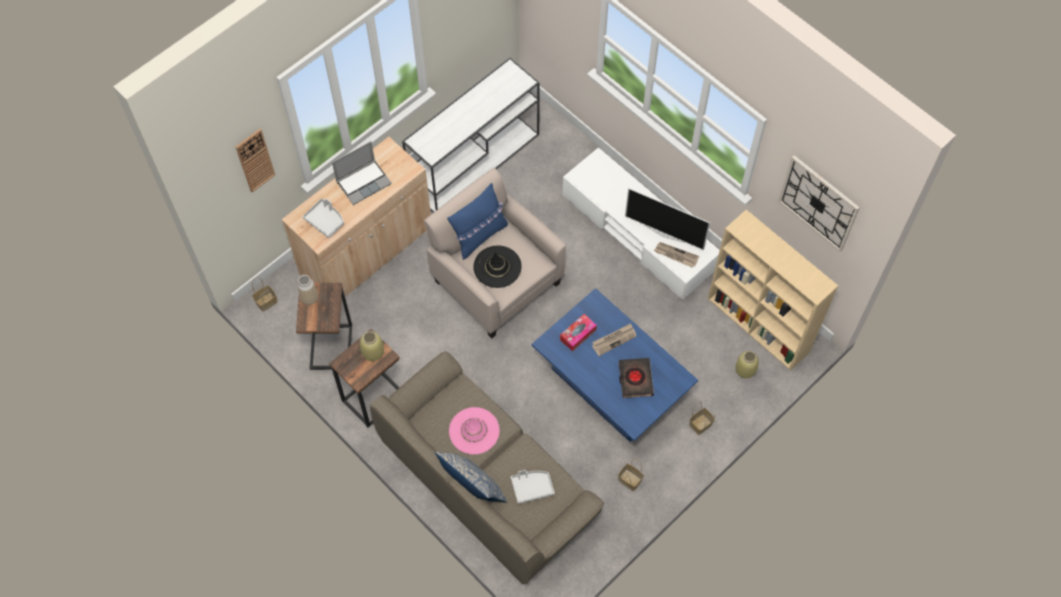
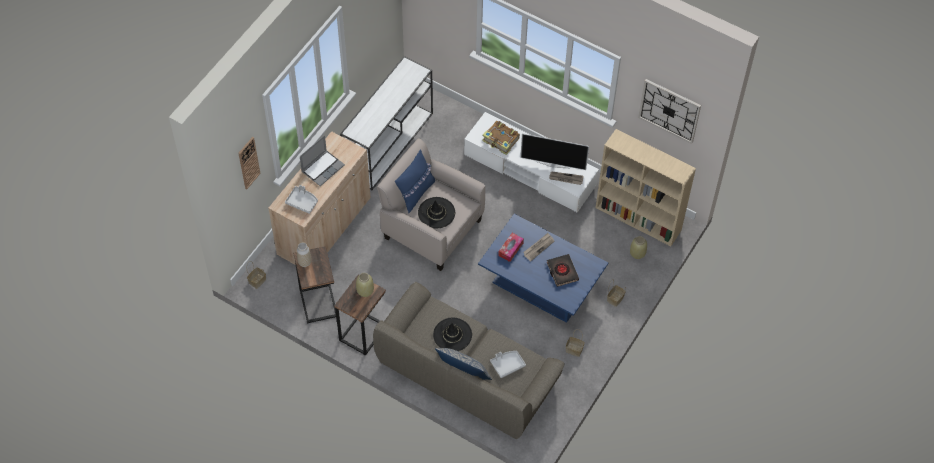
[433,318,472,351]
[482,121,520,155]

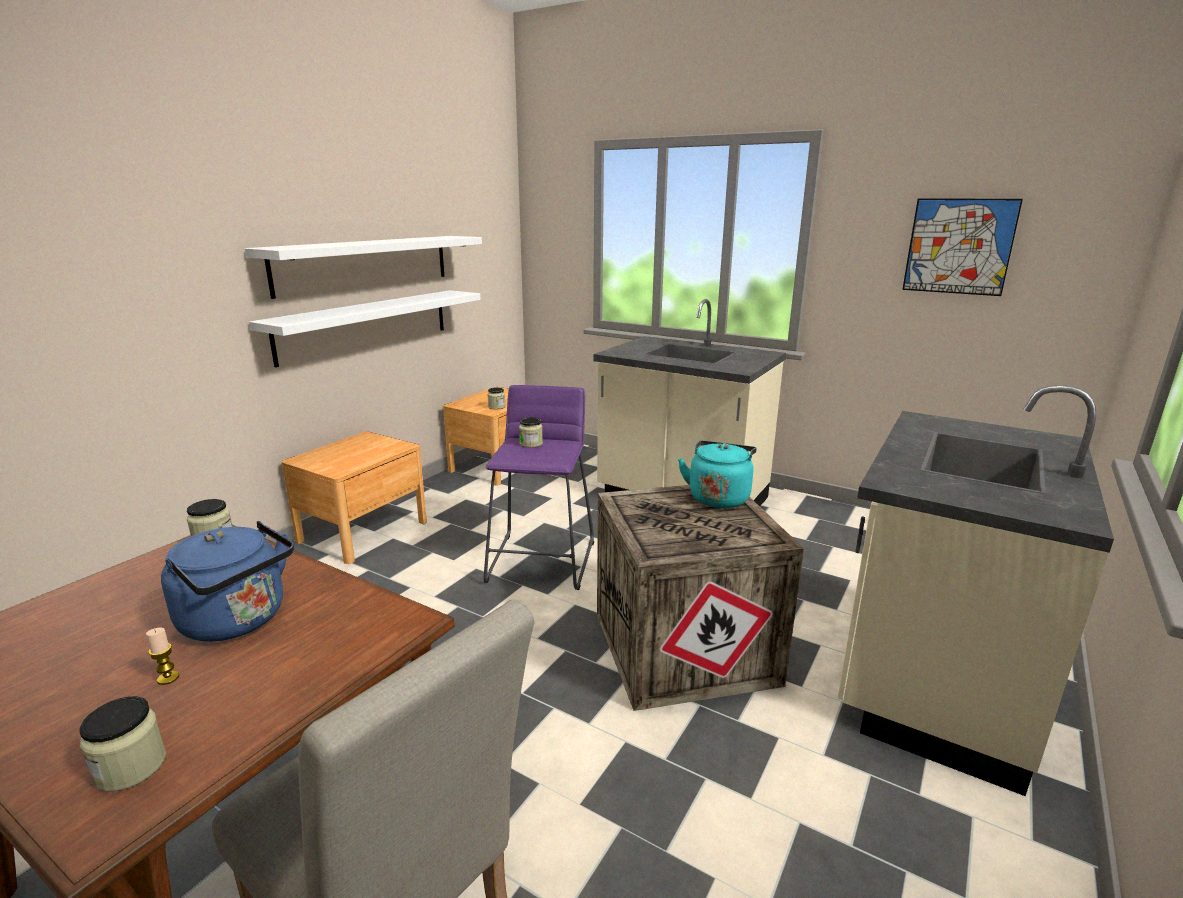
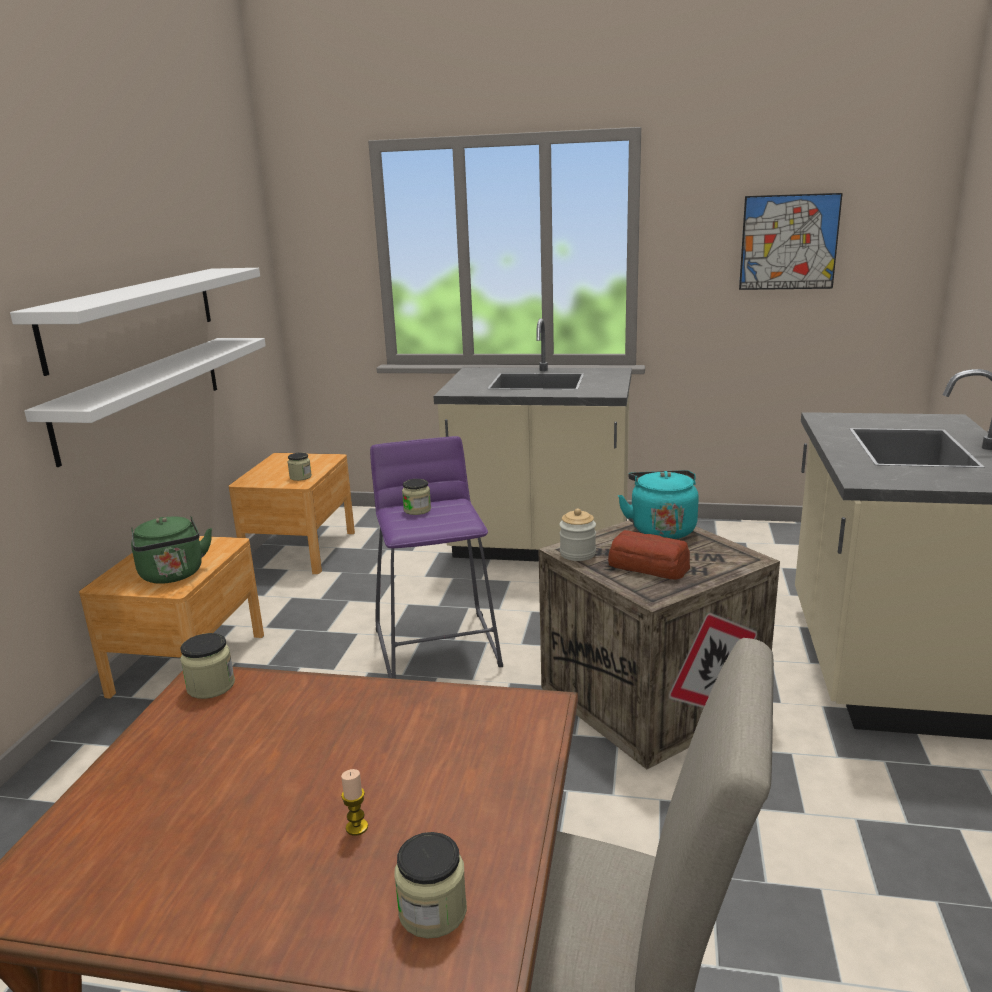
[161,521,294,642] (first image)
[559,508,596,561]
[131,516,212,584]
[608,530,690,580]

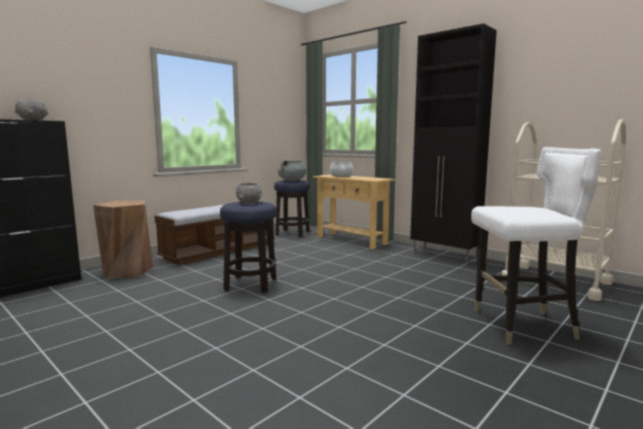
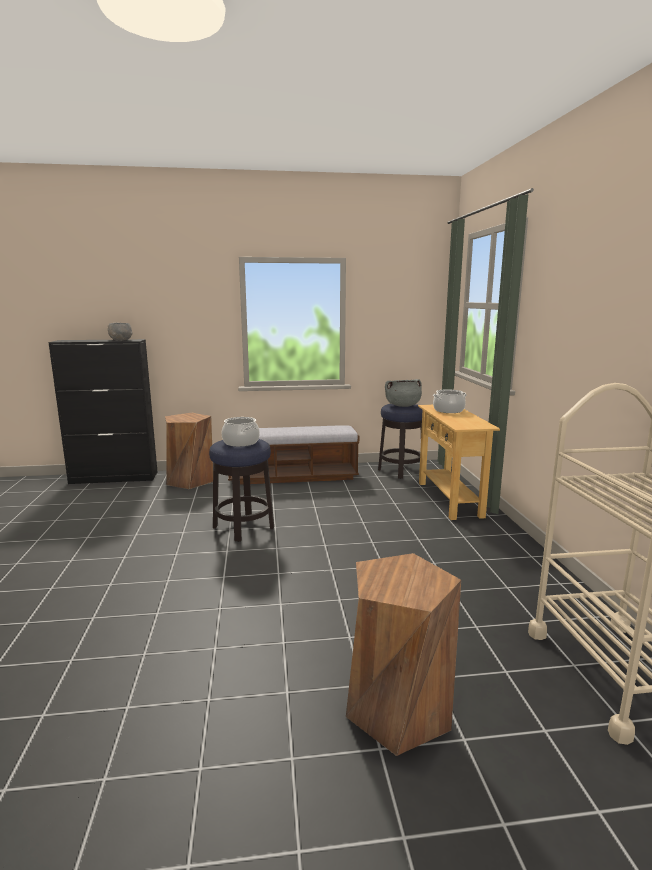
[410,23,497,264] (first image)
[346,553,461,756]
[222,417,260,447]

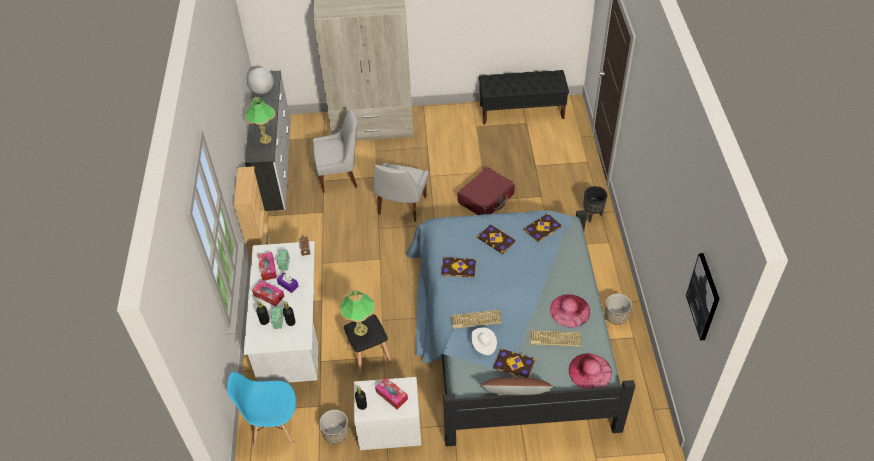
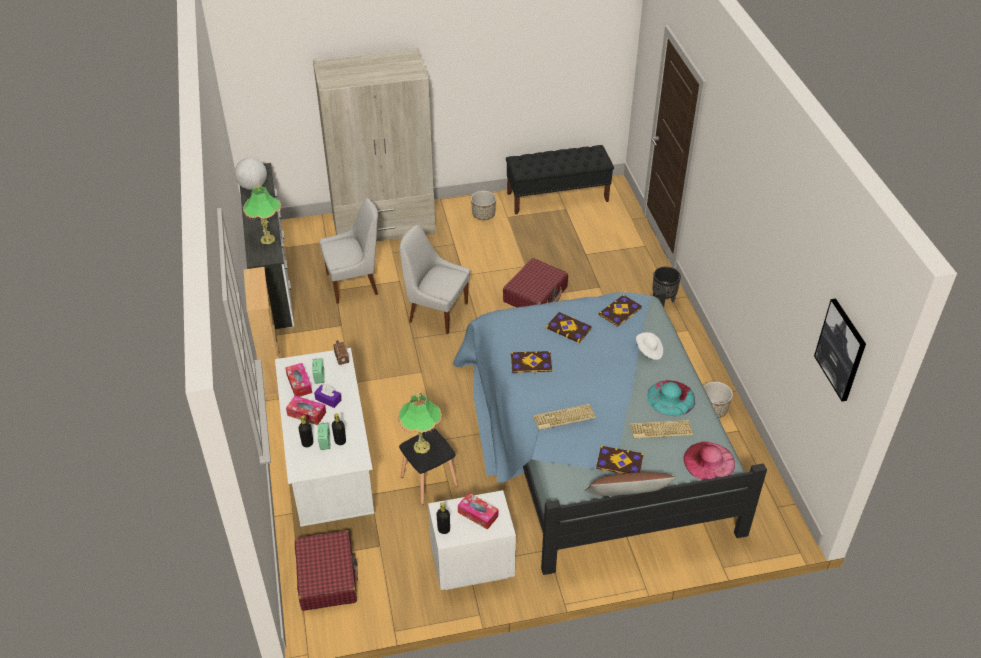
[400,225,470,334]
[647,380,695,416]
[636,332,663,360]
[295,530,358,611]
[471,191,496,220]

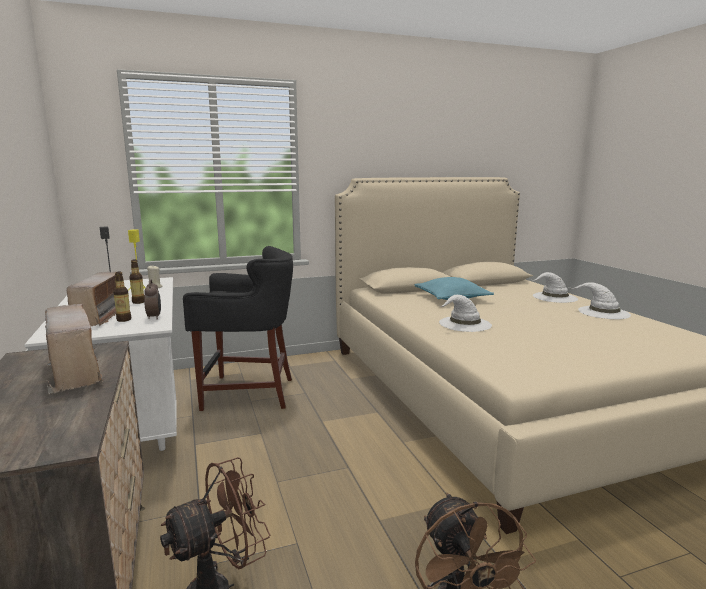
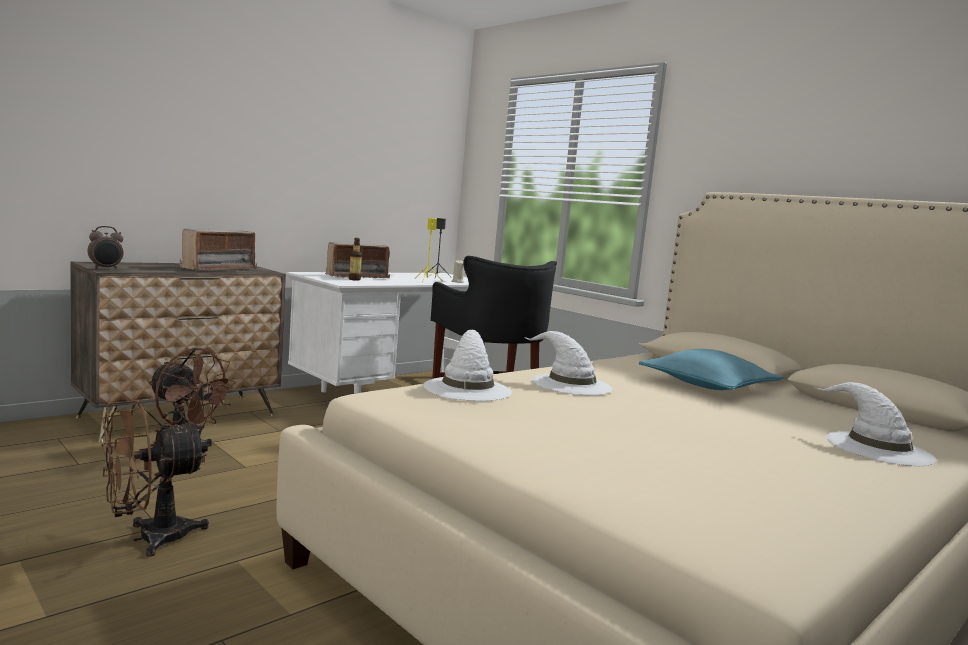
[129,259,144,304] (first image)
[88,226,123,270]
[423,330,512,401]

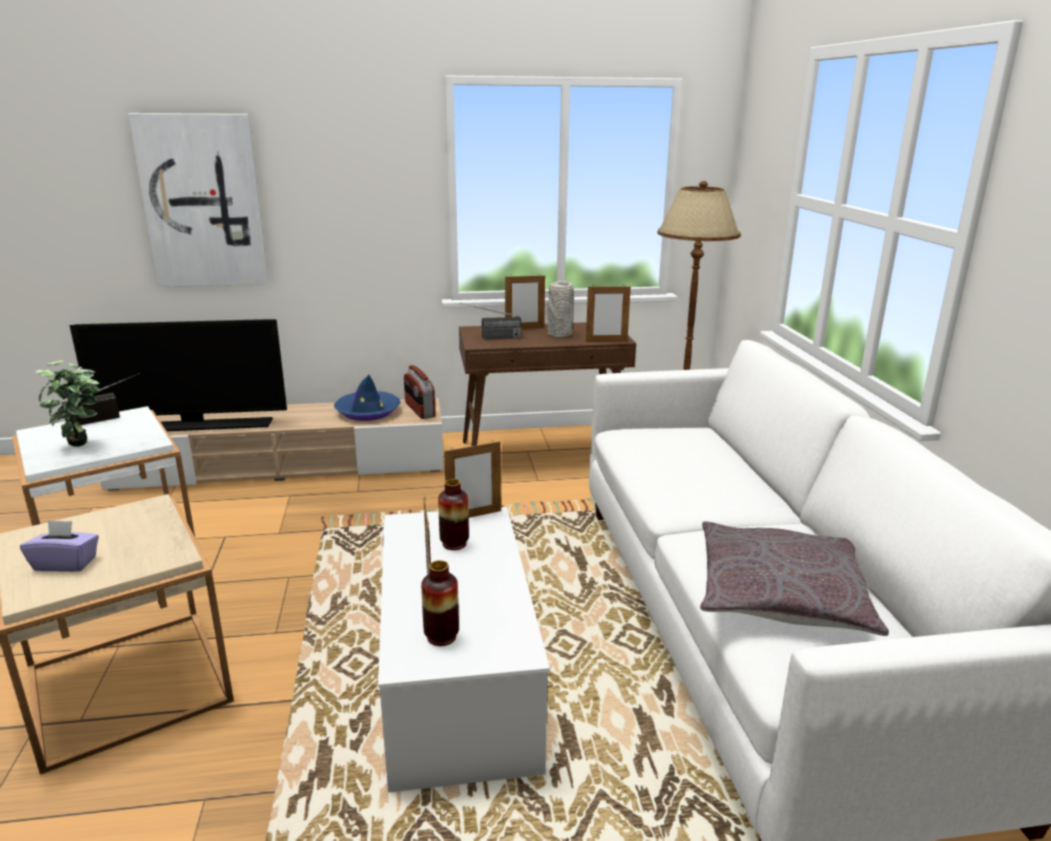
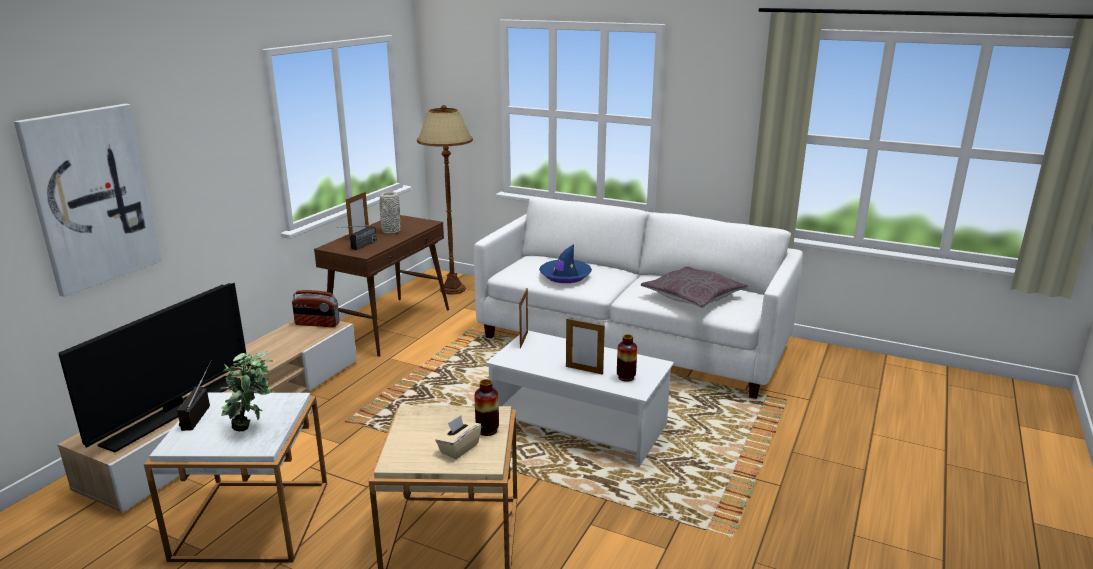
[586,284,631,342] (first image)
[539,244,592,283]
[474,379,499,436]
[435,415,482,459]

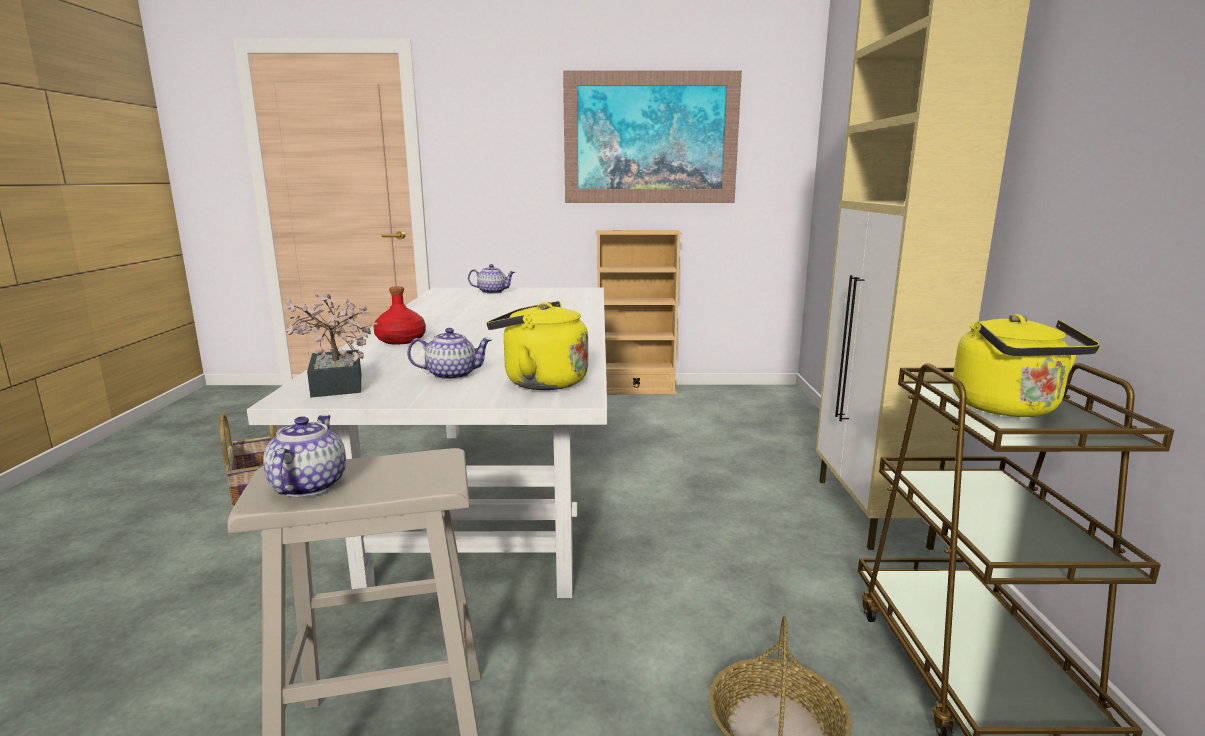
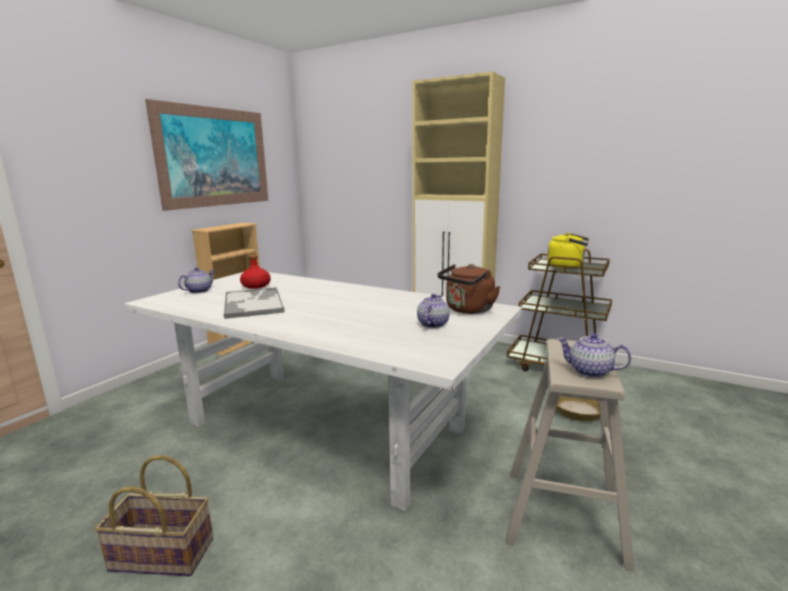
[240,255,271,289]
[285,293,378,398] (first image)
[438,264,500,314]
[223,287,285,319]

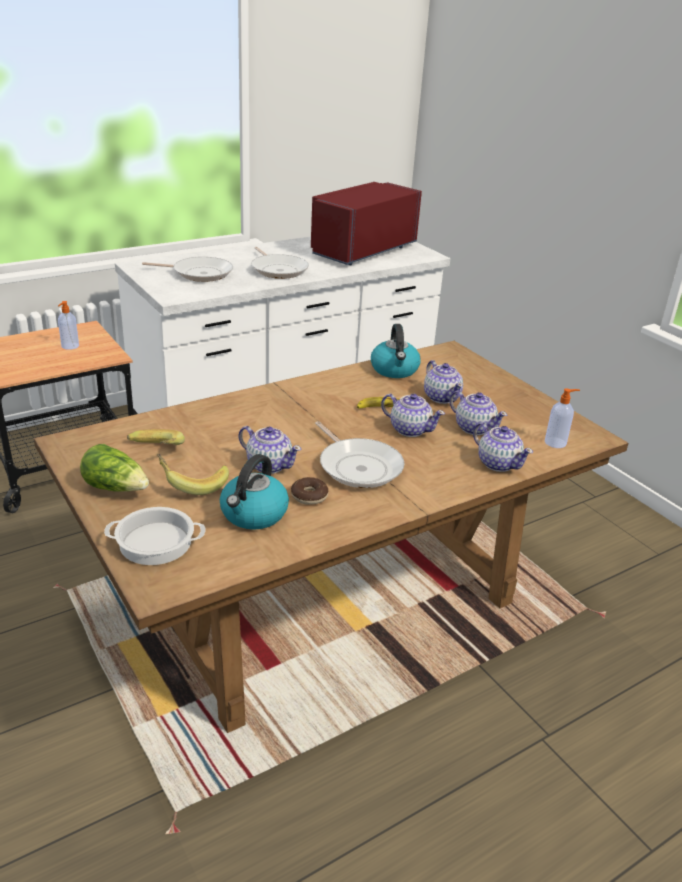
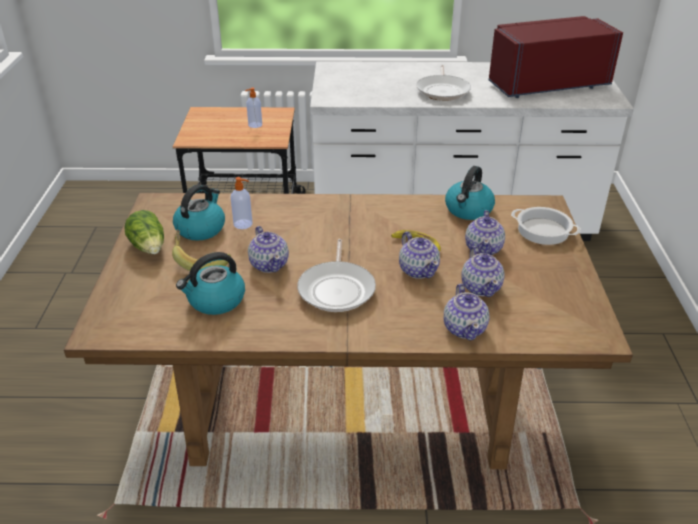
[142,257,233,282] (first image)
[231,177,253,229]
[173,184,225,241]
[291,477,328,505] (first image)
[511,207,581,245]

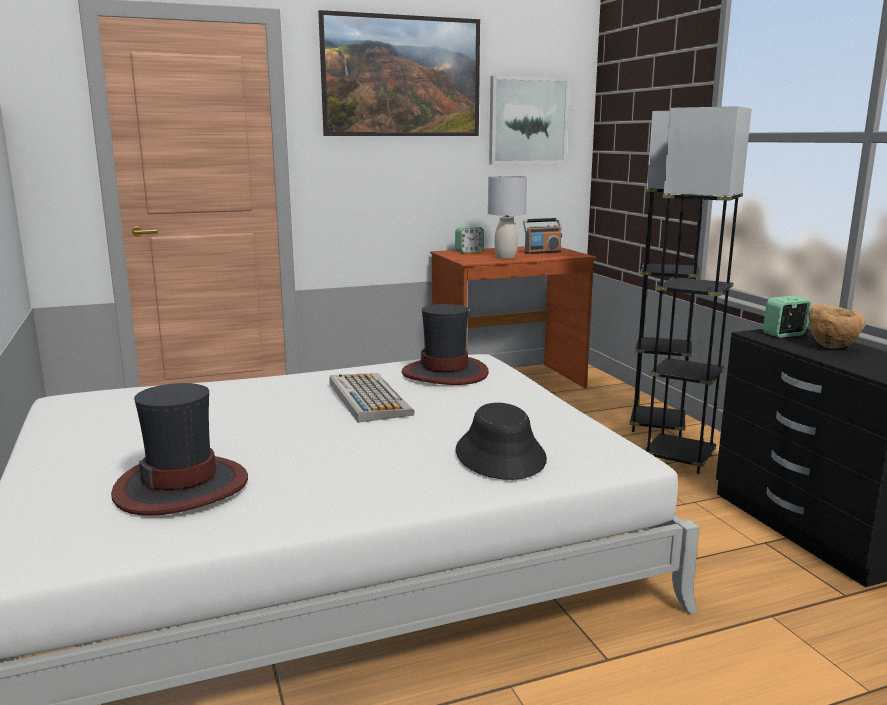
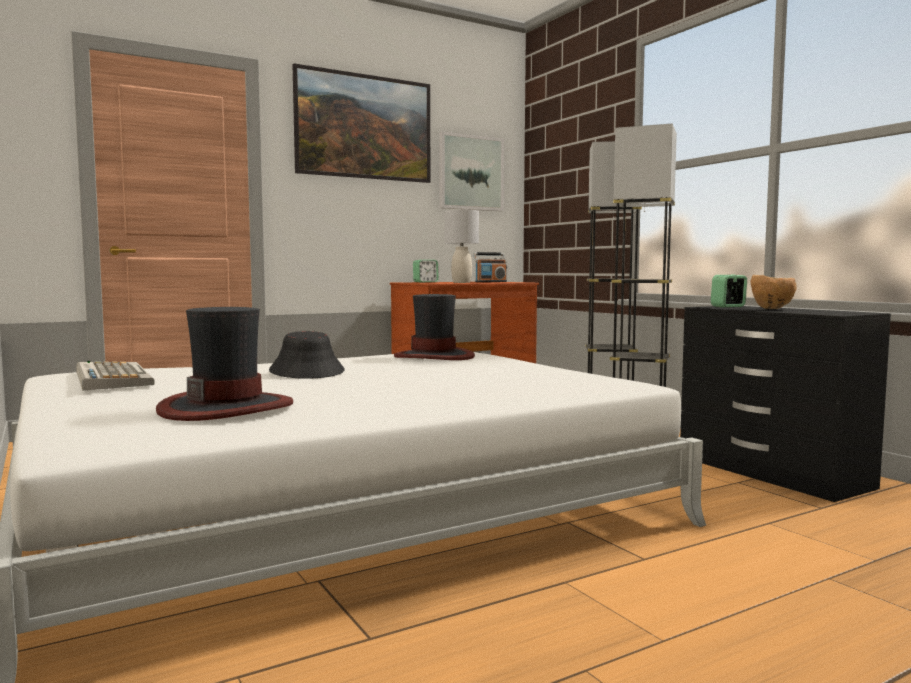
[77,361,154,391]
[269,331,345,379]

